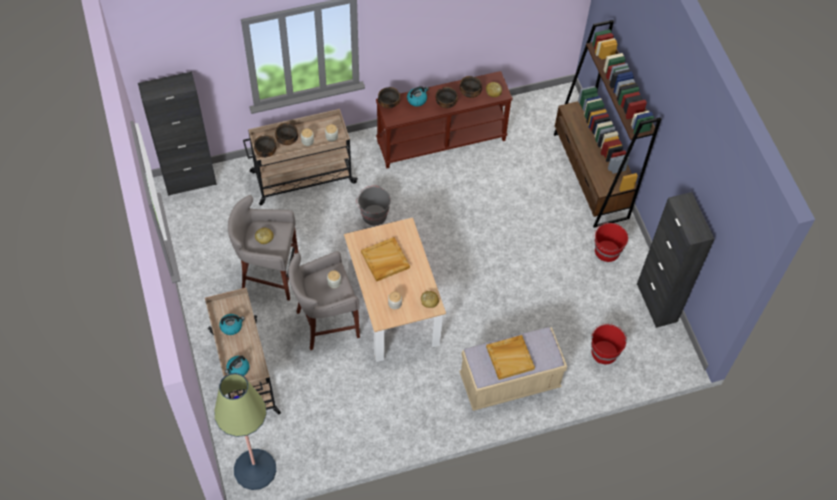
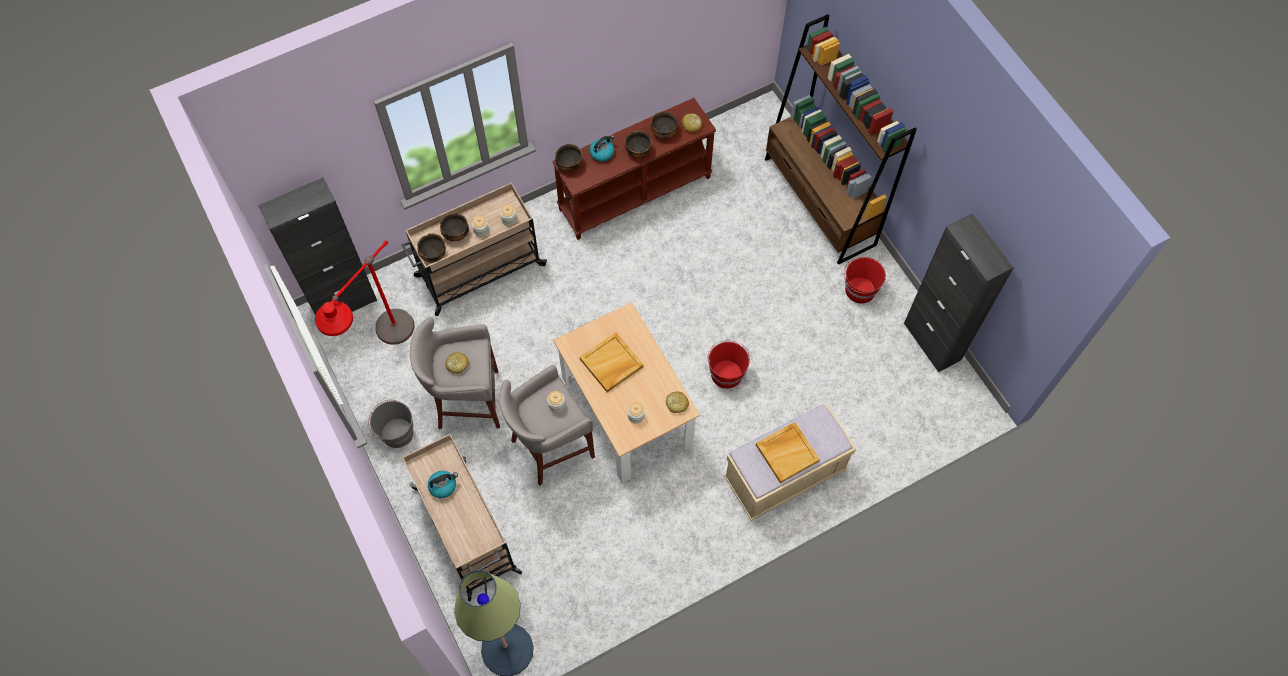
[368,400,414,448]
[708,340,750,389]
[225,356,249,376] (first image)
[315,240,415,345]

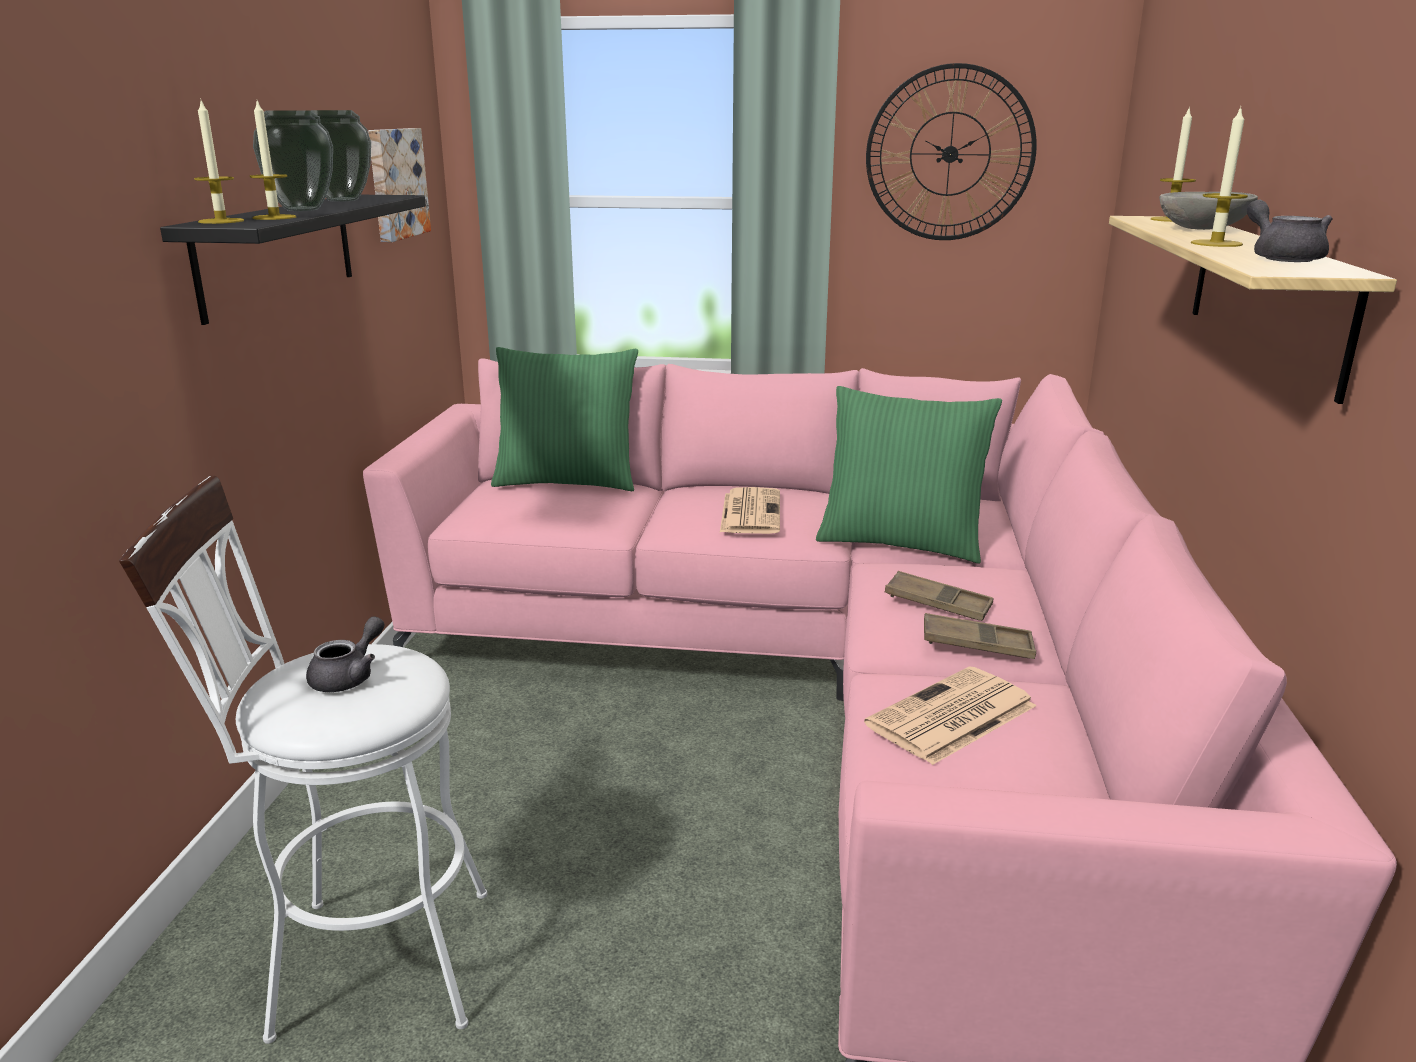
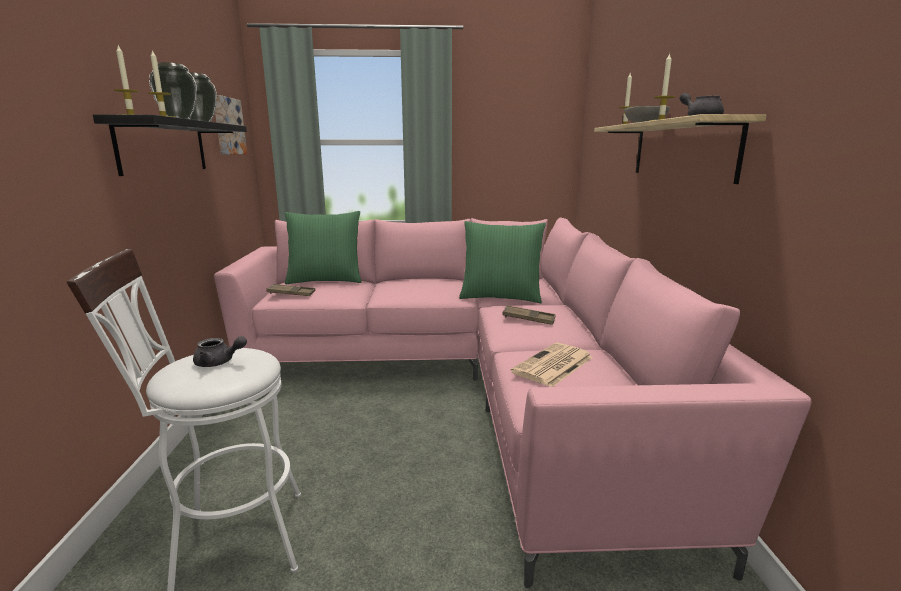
[866,63,1037,240] (first image)
[720,487,780,534] (first image)
[266,284,315,296]
[193,336,247,367]

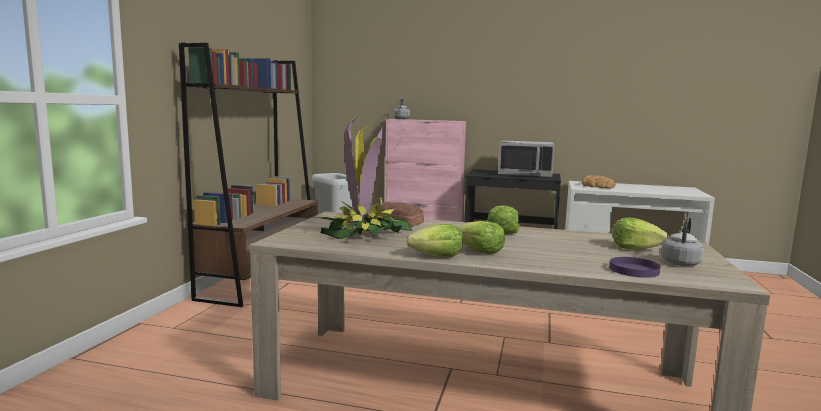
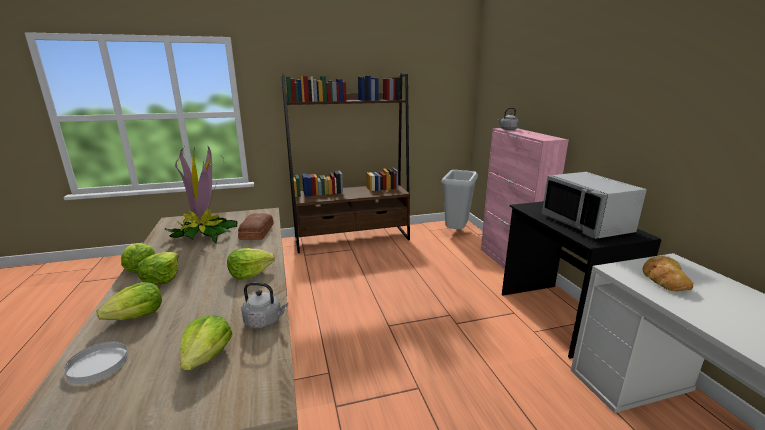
[241,282,288,329]
[64,341,129,384]
[96,282,162,320]

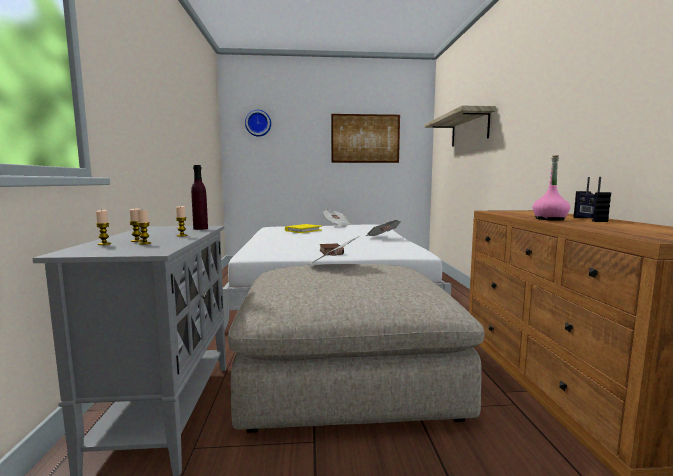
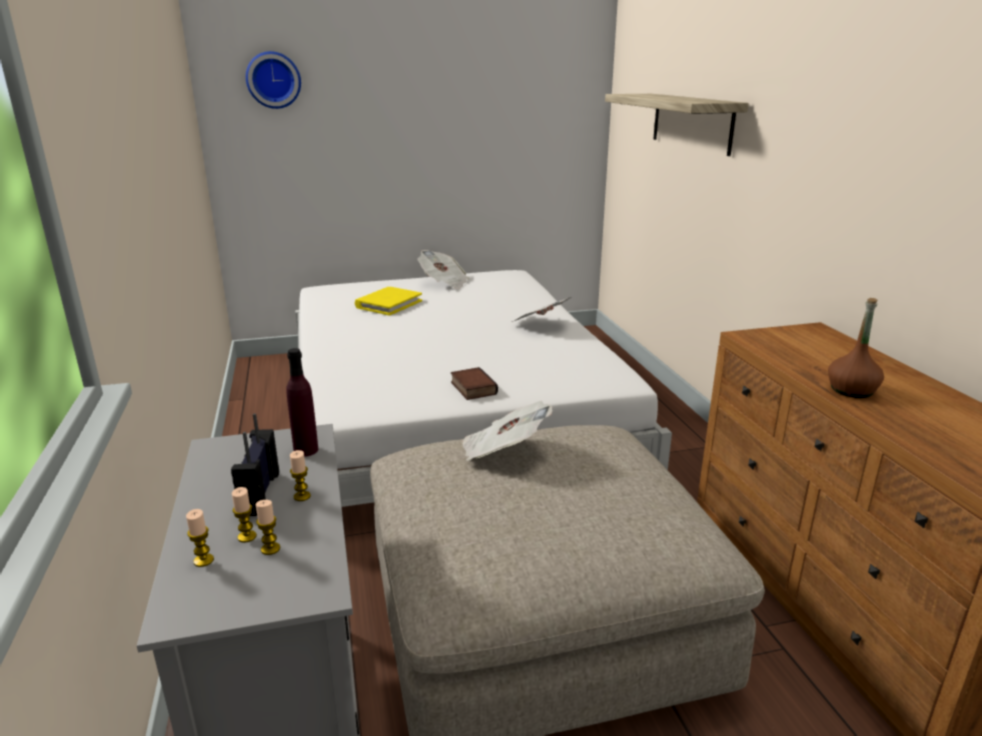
[331,114,400,163] (first image)
[828,298,884,398]
[231,413,279,516]

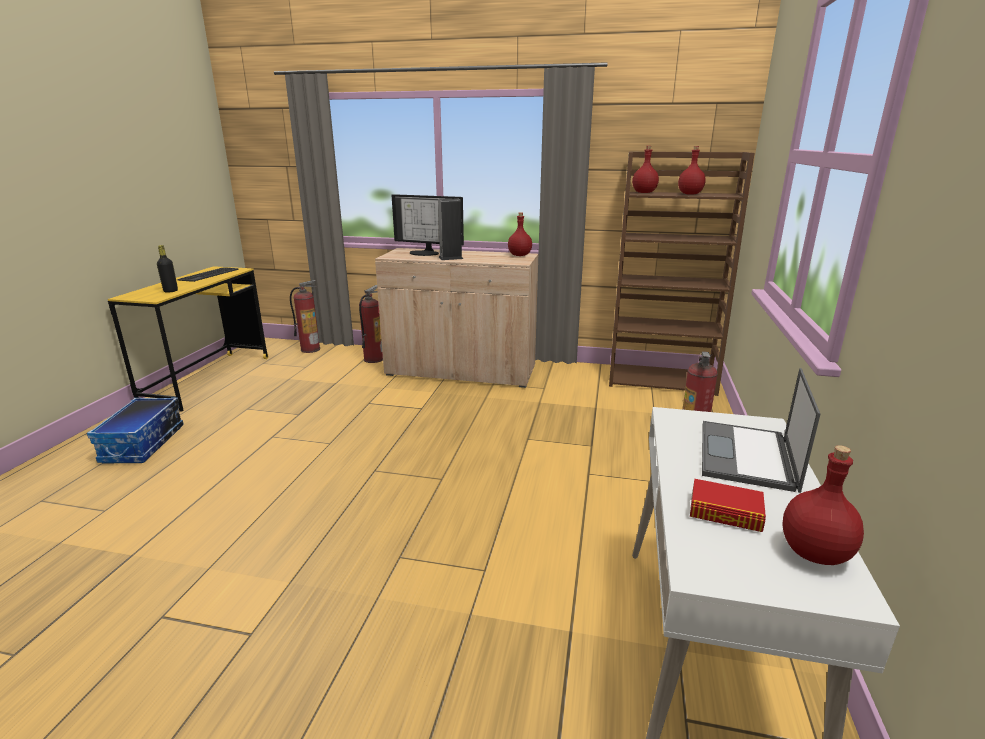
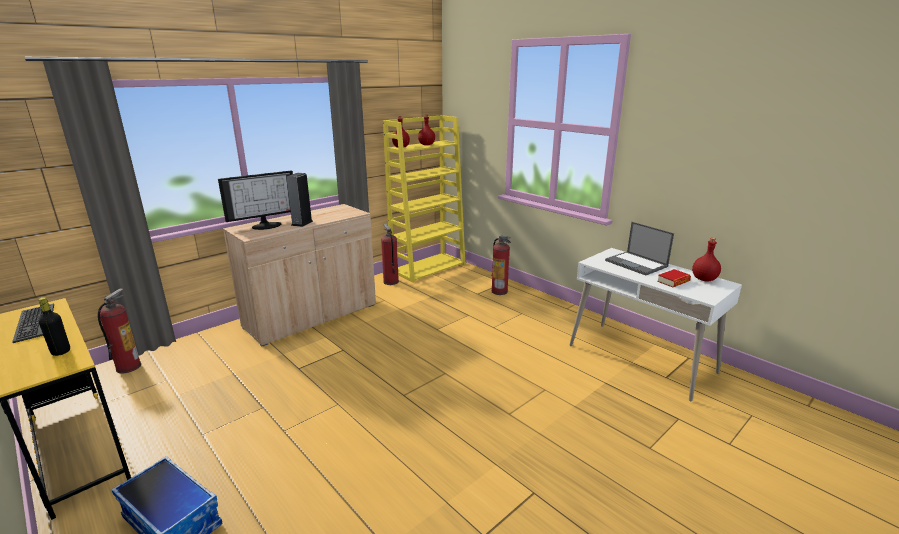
[383,115,465,283]
[508,213,532,256] (first image)
[381,224,399,285]

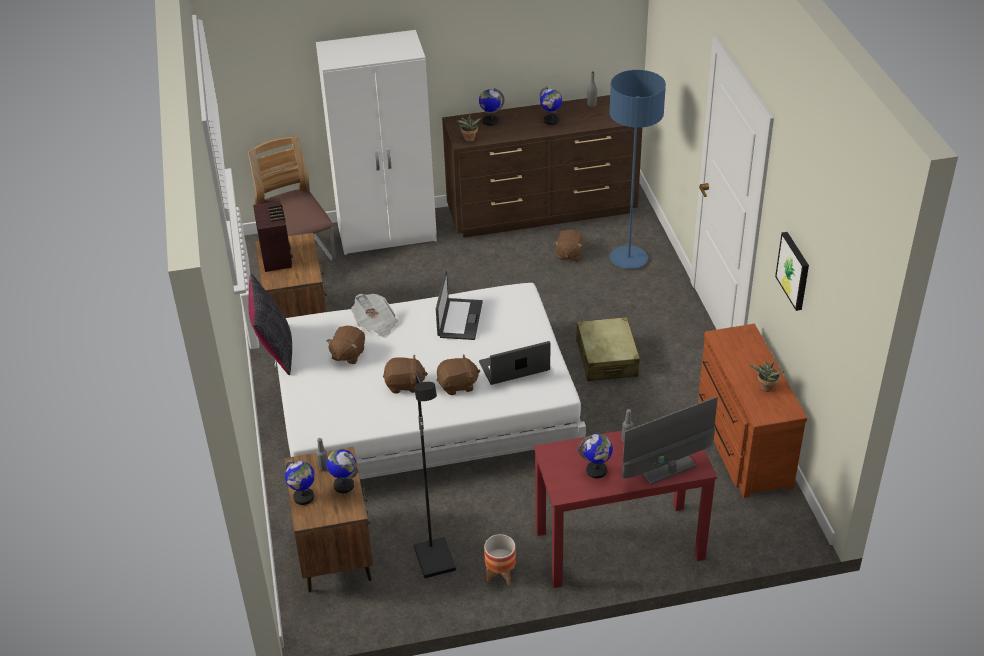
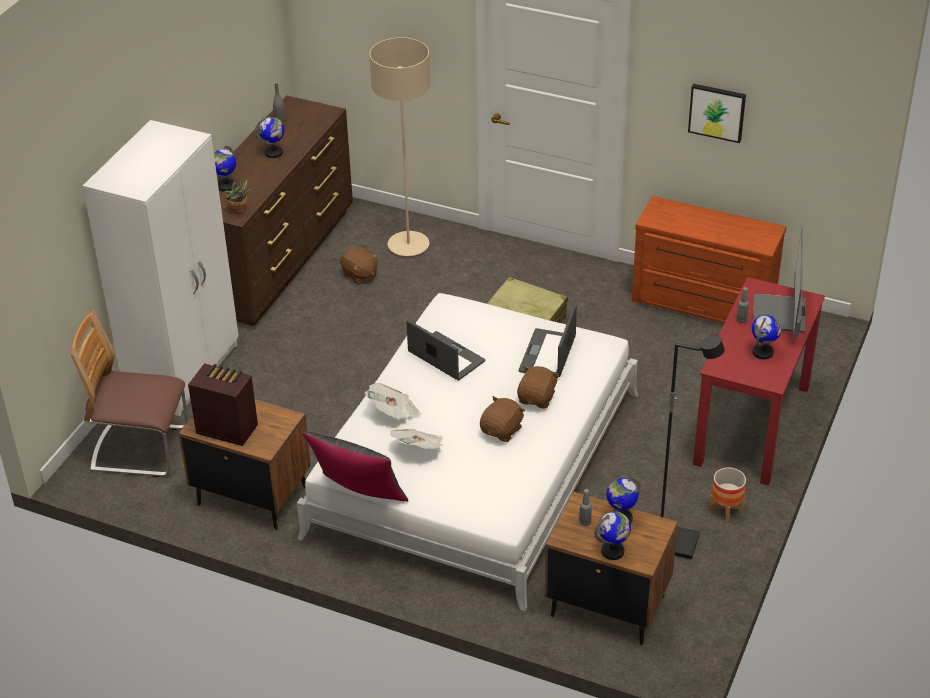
[369,37,430,256]
[390,429,443,449]
[750,361,784,392] (first image)

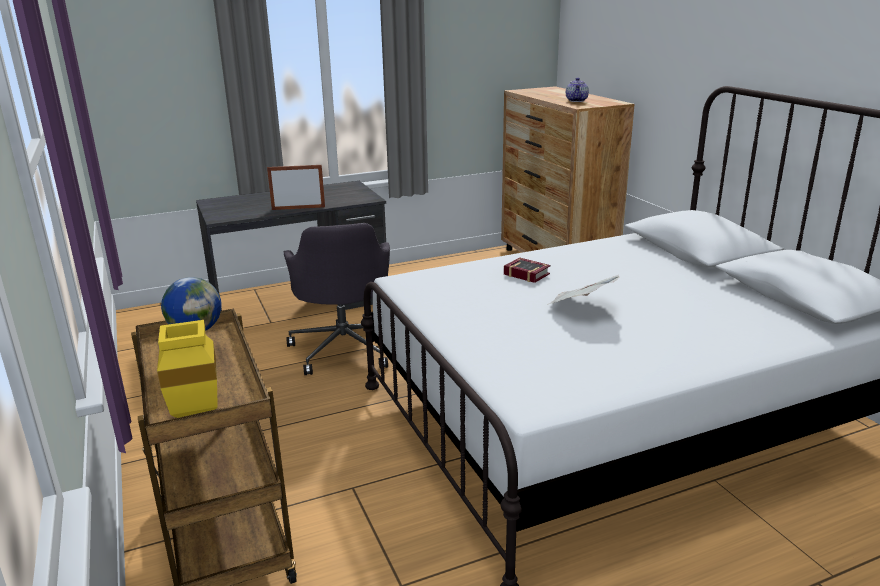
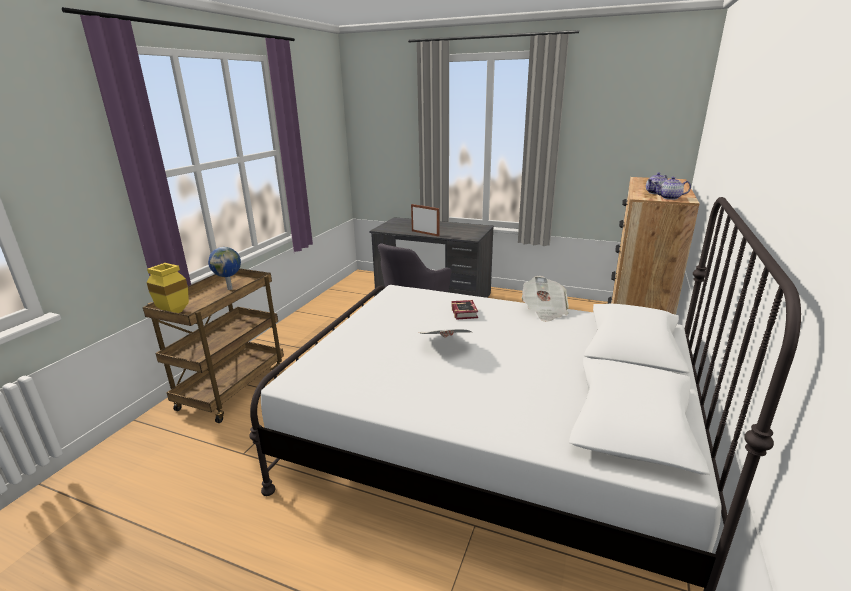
[654,177,691,200]
[522,276,569,322]

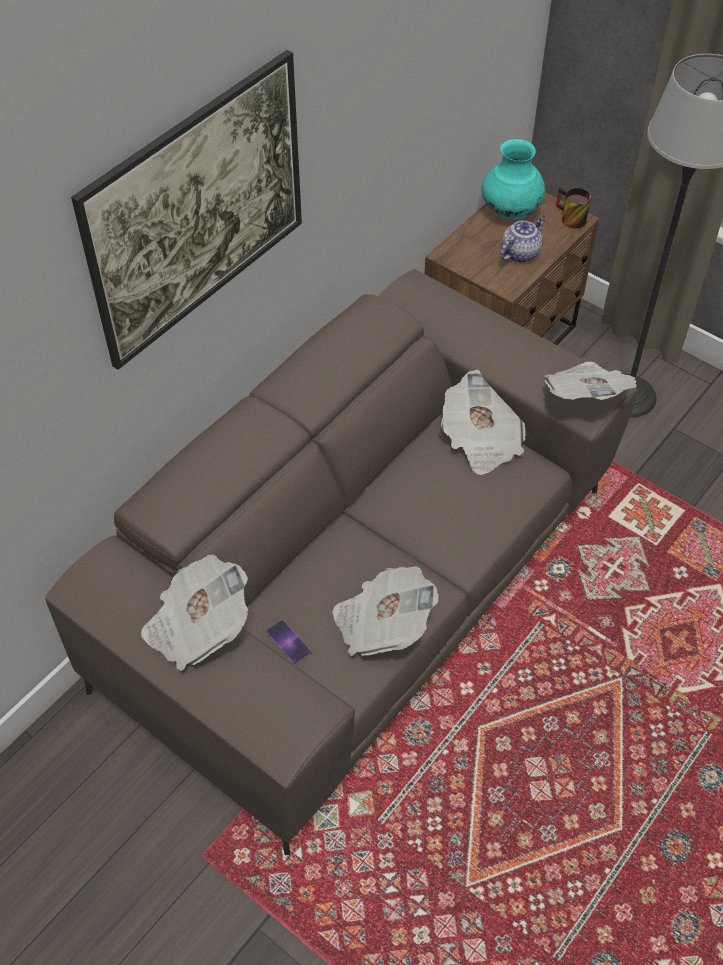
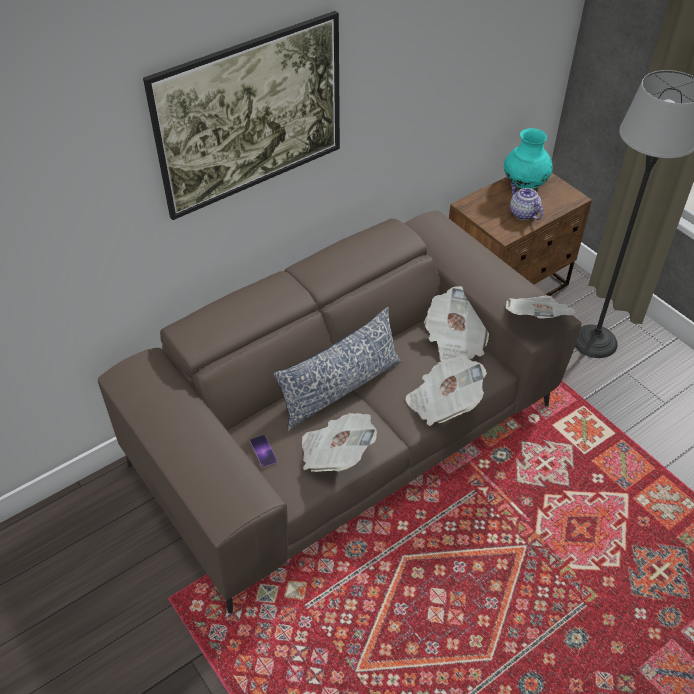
[556,187,591,228] (first image)
[510,183,543,220]
[405,355,487,426]
[273,307,402,431]

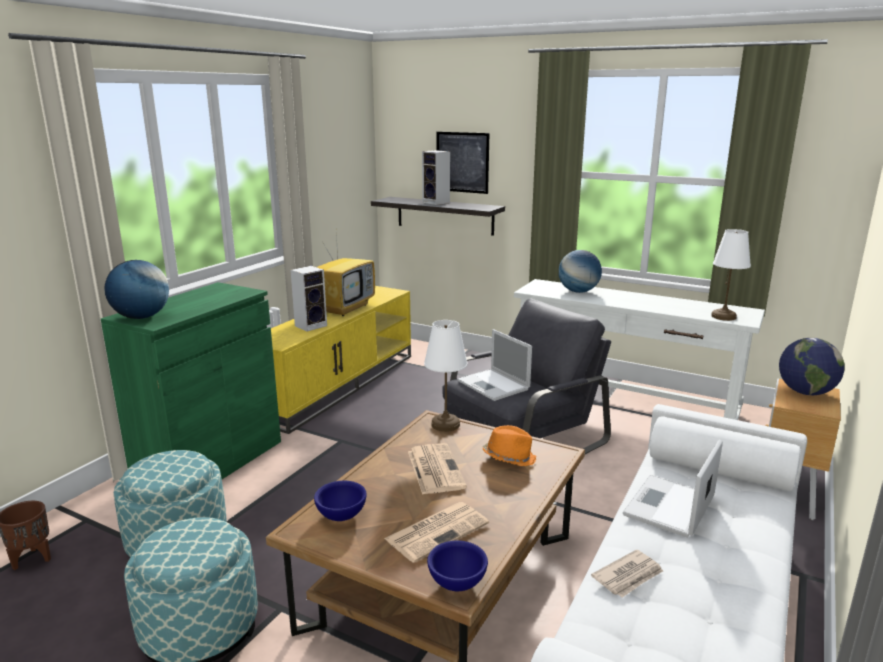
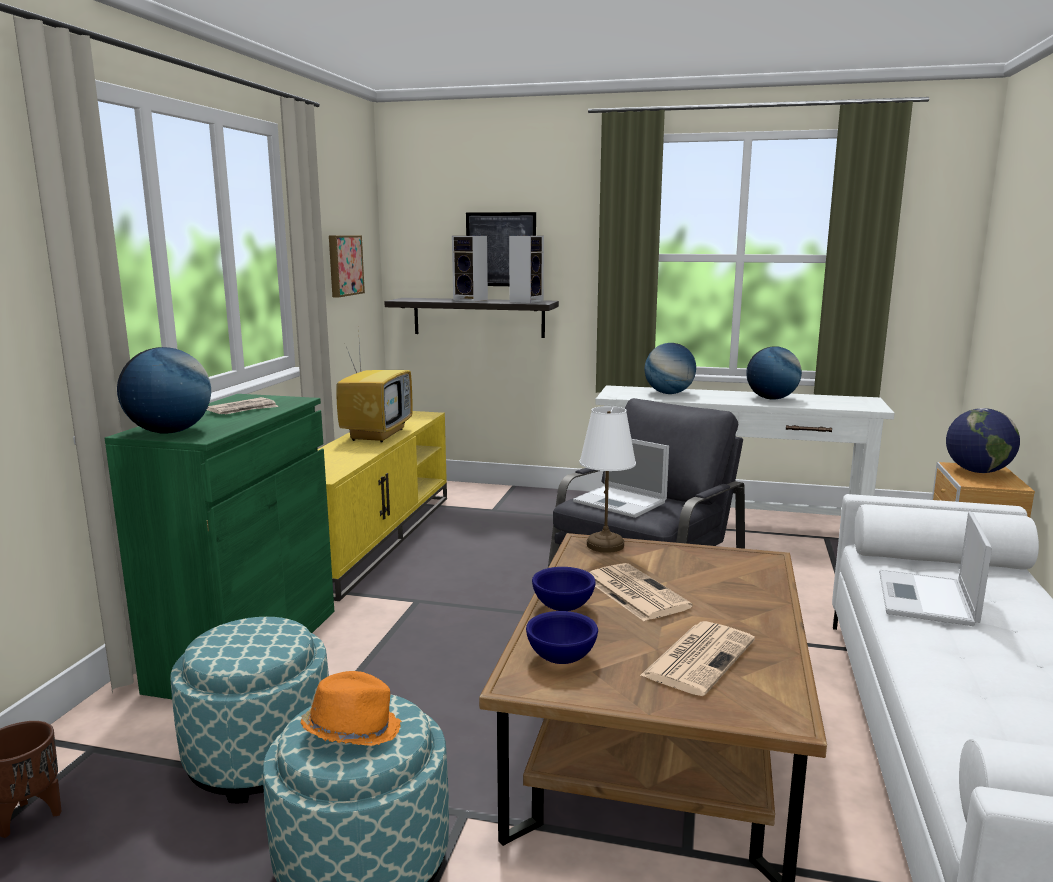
[711,229,751,321] (first image)
[509,236,544,303]
[301,671,402,746]
[532,567,596,611]
[207,397,279,415]
[329,235,365,297]
[746,346,802,400]

